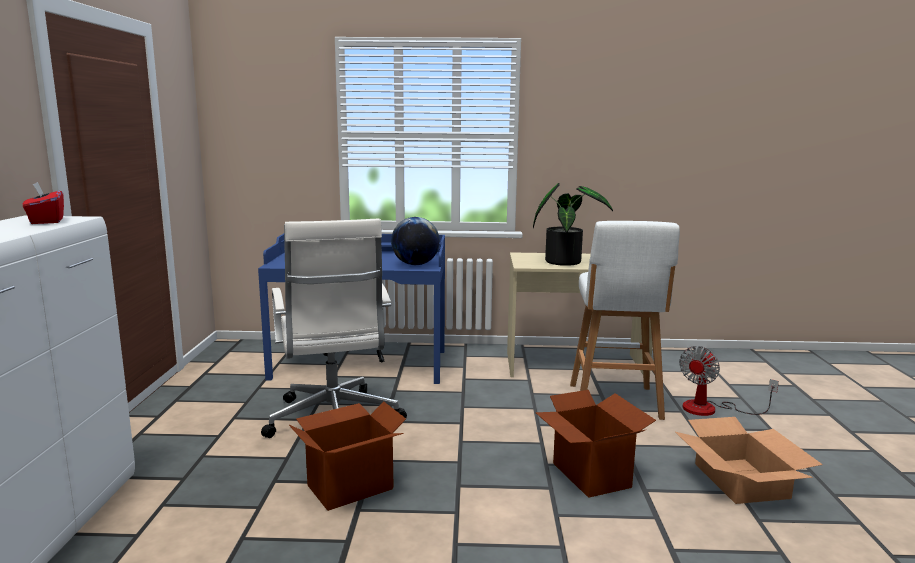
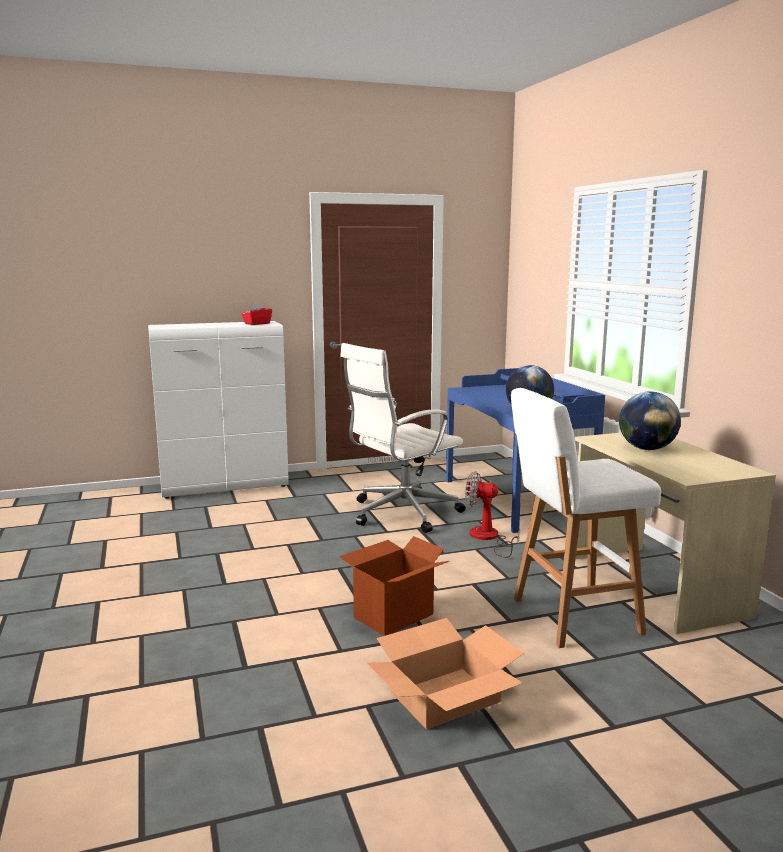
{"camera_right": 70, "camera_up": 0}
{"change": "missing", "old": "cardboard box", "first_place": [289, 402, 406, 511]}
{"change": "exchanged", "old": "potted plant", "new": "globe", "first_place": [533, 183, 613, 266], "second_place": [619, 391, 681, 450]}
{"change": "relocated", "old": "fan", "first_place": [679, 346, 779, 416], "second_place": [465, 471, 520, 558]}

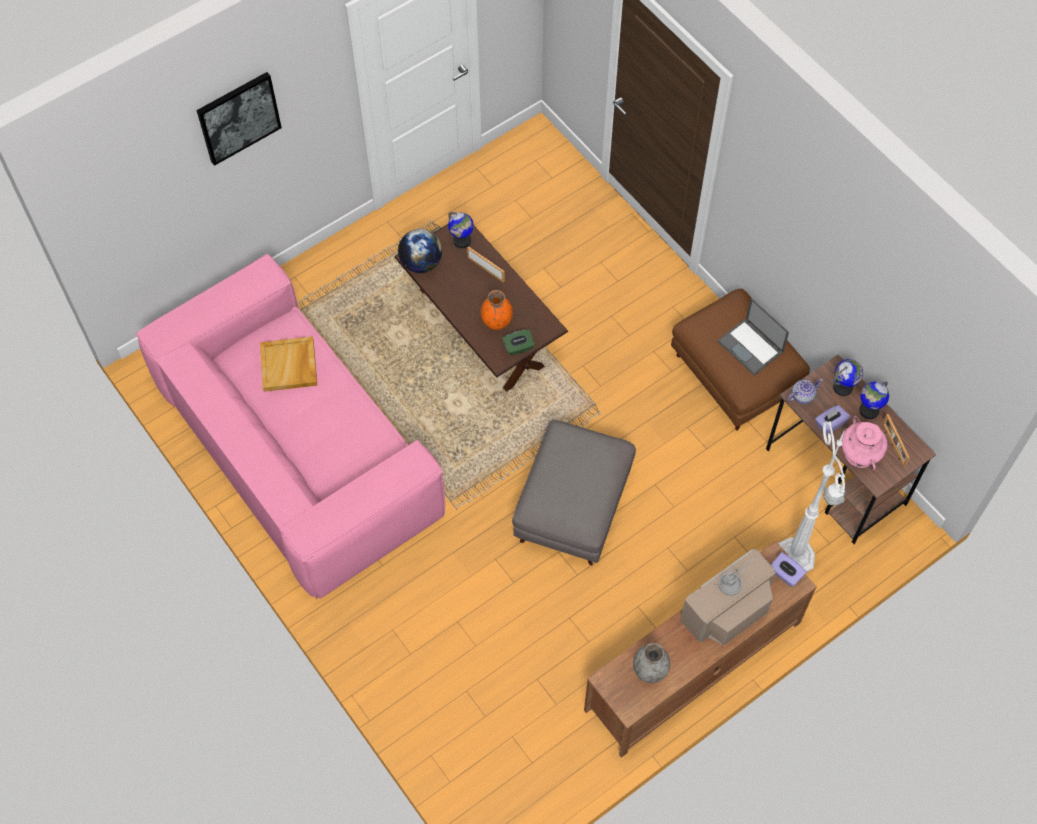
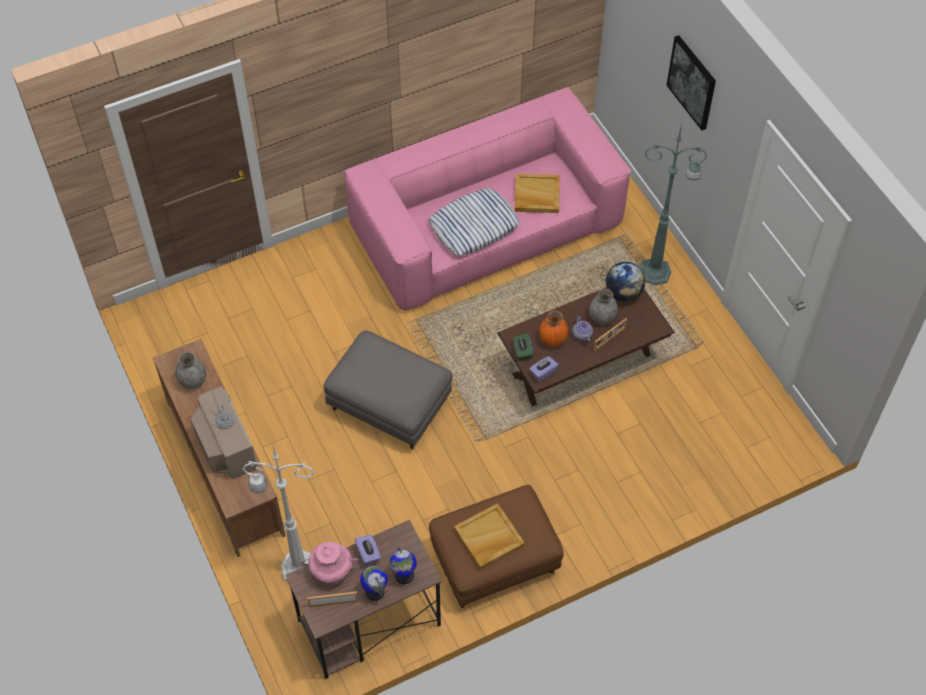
{"camera_right": 100, "camera_up": -5}
{"change": "missing", "old": "globe", "first_place": [448, 212, 474, 248]}
{"change": "exchanged", "old": "laptop", "new": "beige tray", "first_place": [717, 298, 789, 376], "second_place": [454, 503, 525, 570]}
{"change": "relocated", "old": "purple tissue box", "first_place": [771, 552, 806, 587], "second_place": [529, 356, 559, 382]}
{"change": "relocated", "old": "teapot", "first_place": [787, 379, 823, 404], "second_place": [573, 316, 593, 343]}
{"change": "appeared", "new": "pillow", "second_place": [429, 188, 519, 256]}
{"change": "appeared", "new": "grey vase", "second_place": [589, 289, 618, 325]}
{"change": "appeared", "new": "green floor lamp", "second_place": [640, 124, 707, 285]}

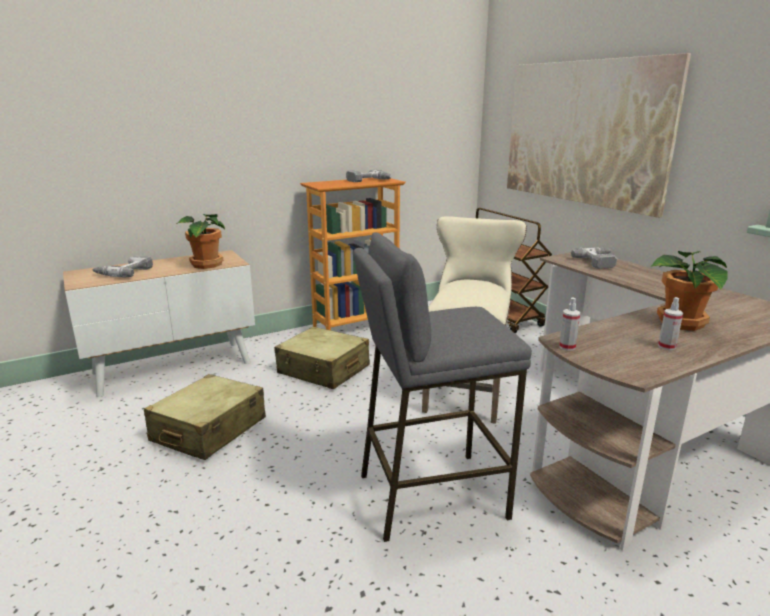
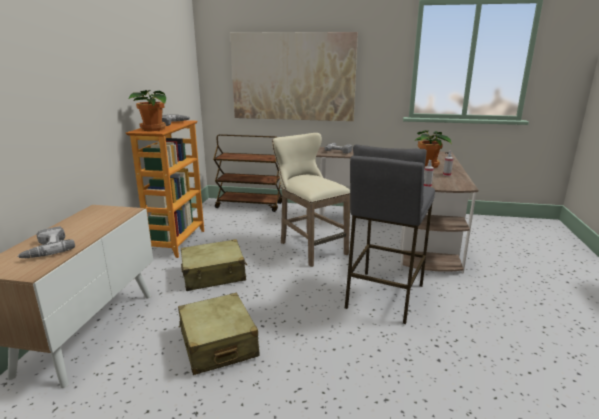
{"camera_right": -50, "camera_up": 0}
{"change": "relocated", "old": "potted plant", "first_place": [178, 214, 225, 269], "second_place": [129, 90, 166, 131]}

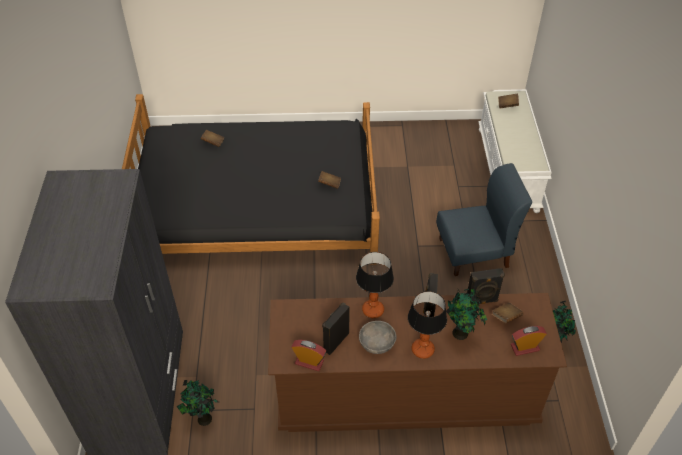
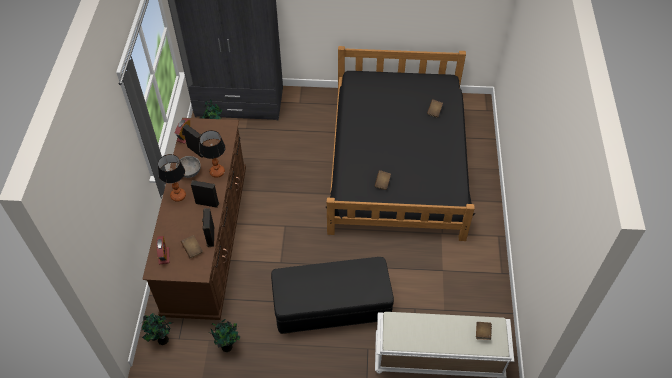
{"camera_right": 95, "camera_up": 5}
{"change": "exchanged", "old": "blue chair", "new": "black ottoman", "first_place": [436, 163, 532, 276], "second_place": [271, 257, 394, 334]}
{"change": "relocated", "old": "potted plant", "first_place": [446, 288, 487, 340], "second_place": [142, 313, 173, 345]}

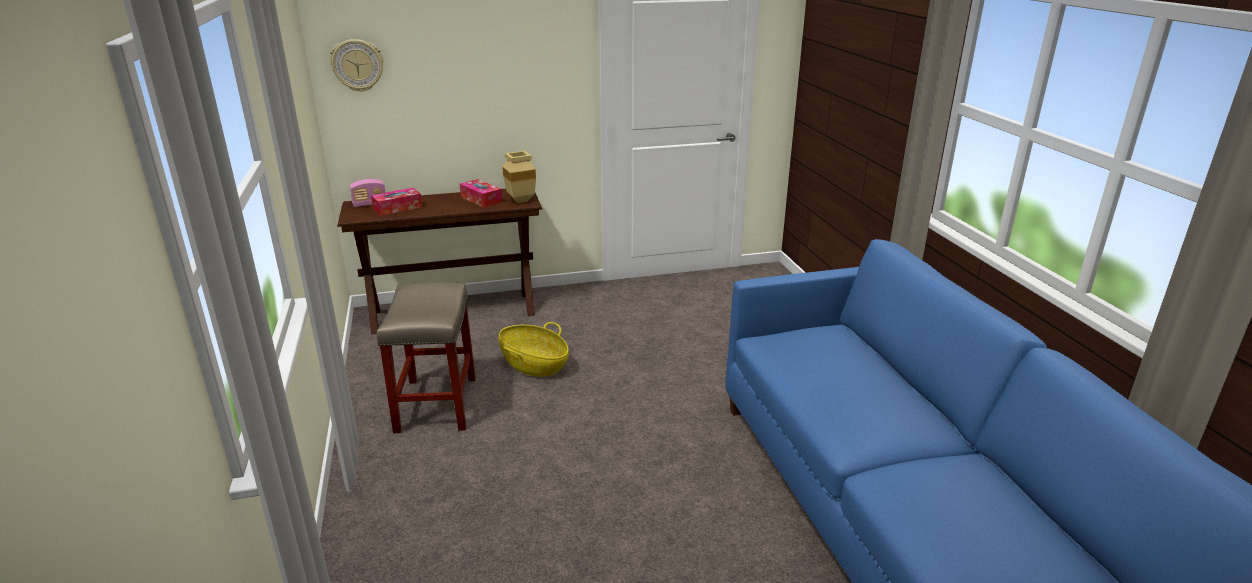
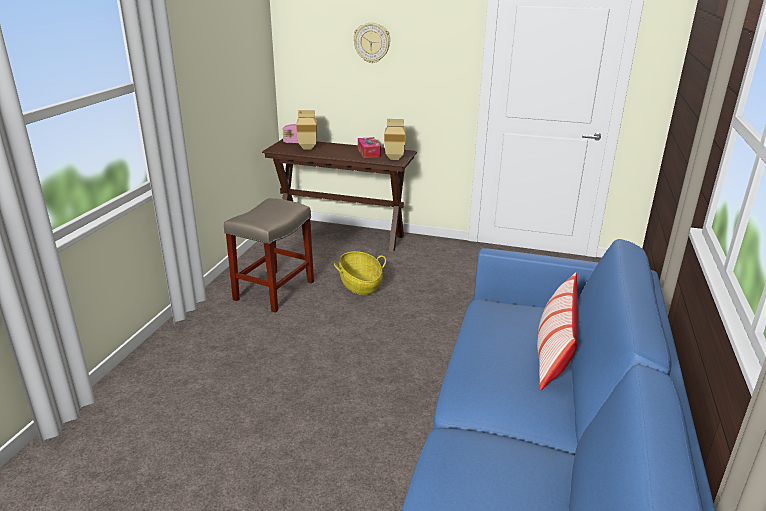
{"camera_right": 30, "camera_up": 0}
{"change": "relocated", "old": "wall clock", "first_place": [330, 39, 383, 92], "second_place": [353, 23, 390, 63]}
{"change": "exchanged", "old": "tissue box", "new": "beige vase", "first_place": [371, 188, 422, 216], "second_place": [296, 110, 317, 150]}
{"change": "appeared", "new": "pillow", "second_place": [537, 272, 578, 391]}

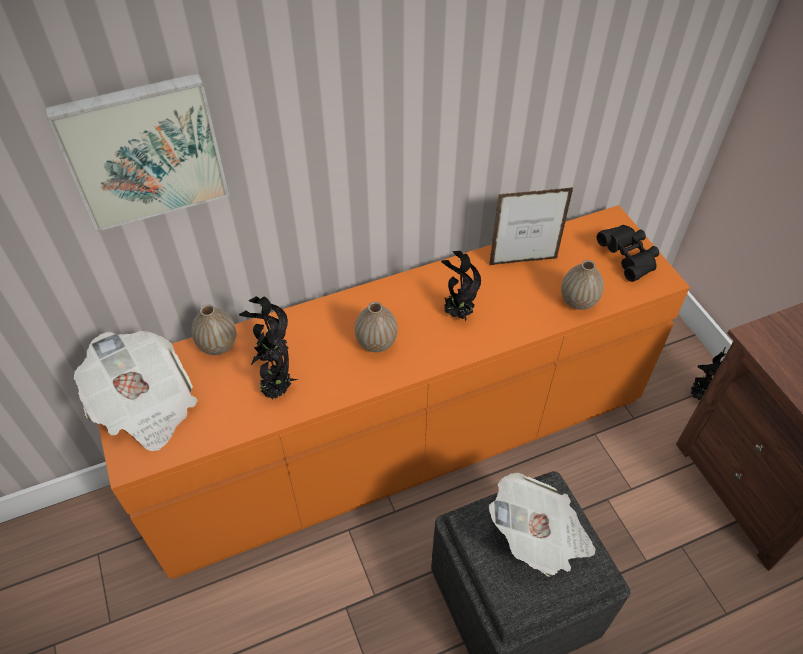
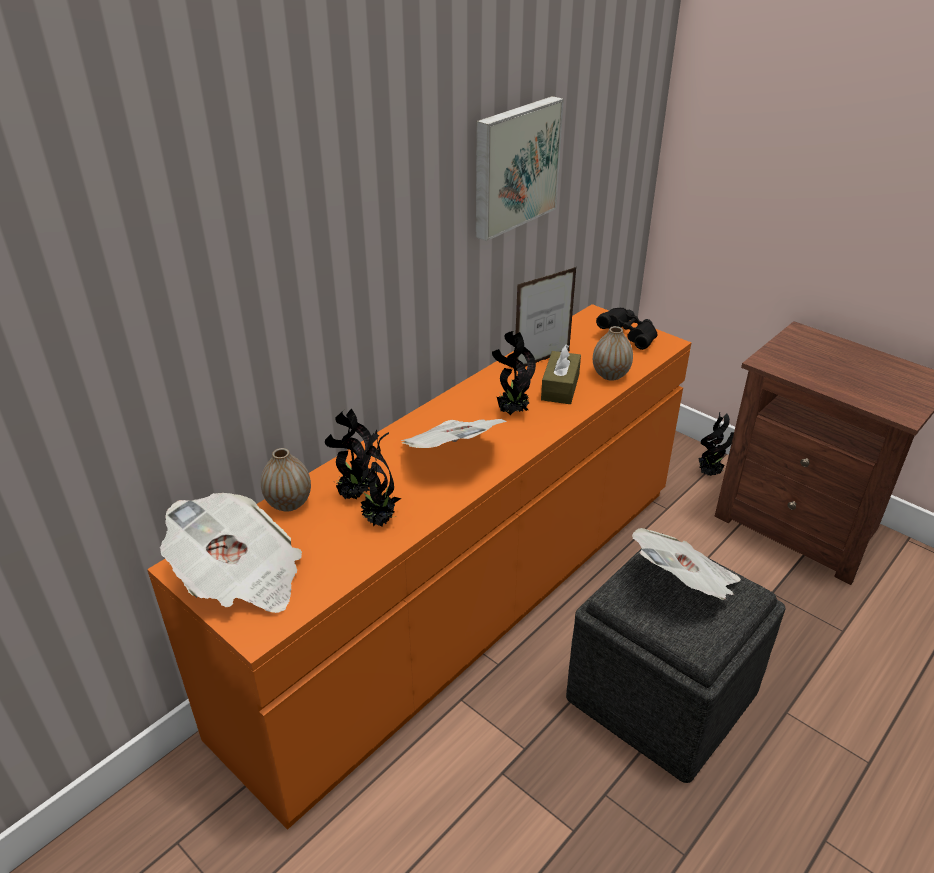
{"camera_right": -25, "camera_up": -15}
{"change": "relocated", "old": "picture", "first_place": [45, 73, 229, 232], "second_place": [476, 96, 564, 241]}
{"change": "exchanged", "old": "vase", "new": "newspaper", "first_place": [355, 302, 398, 352], "second_place": [401, 419, 507, 448]}
{"change": "appeared", "new": "brown tissue box", "second_place": [541, 344, 581, 404]}

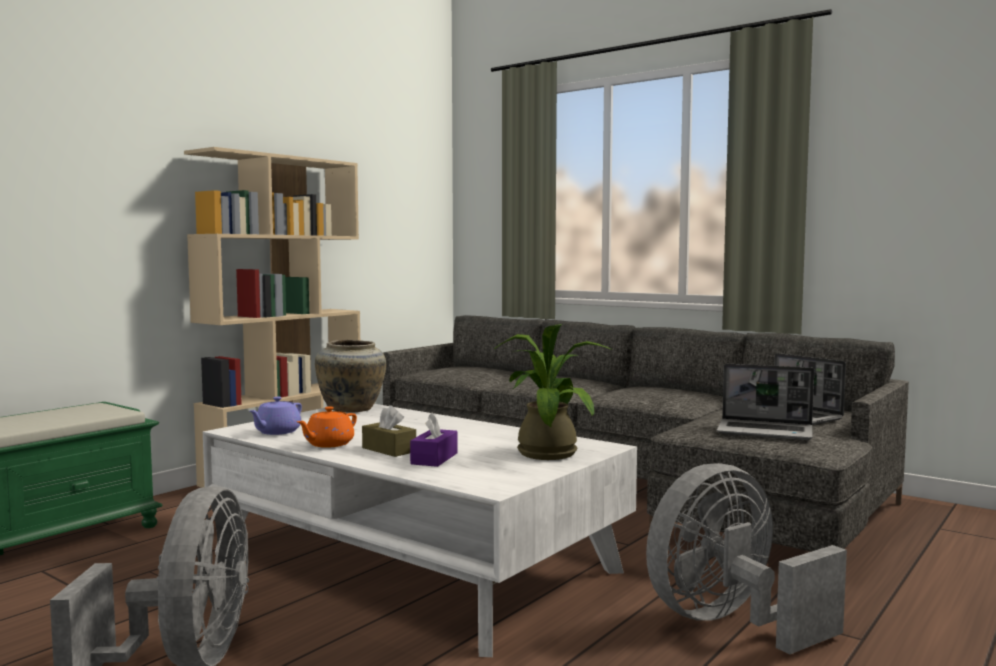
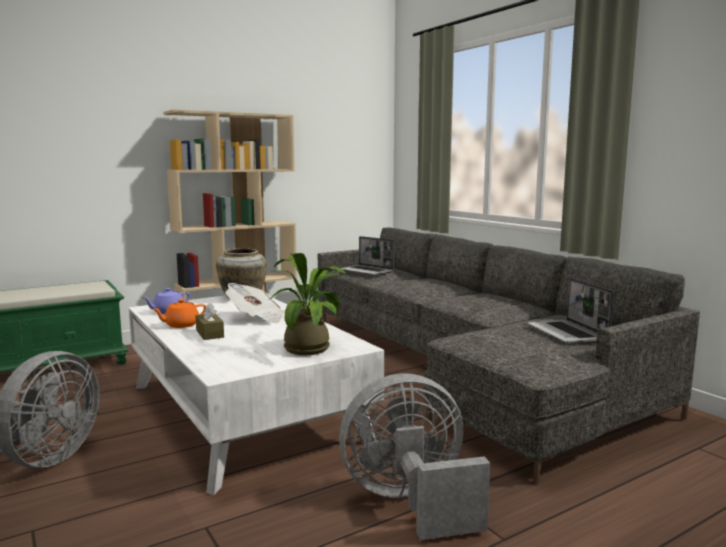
{"camera_right": 20, "camera_up": 5}
{"change": "missing", "old": "purple tissue box", "first_place": [410, 413, 457, 467]}
{"change": "relocated", "old": "laptop", "first_place": [717, 364, 814, 440], "second_place": [341, 236, 394, 276]}
{"change": "appeared", "new": "newspaper", "second_place": [225, 283, 285, 324]}

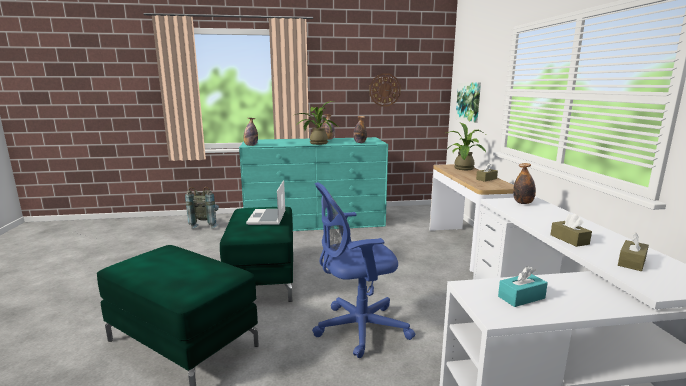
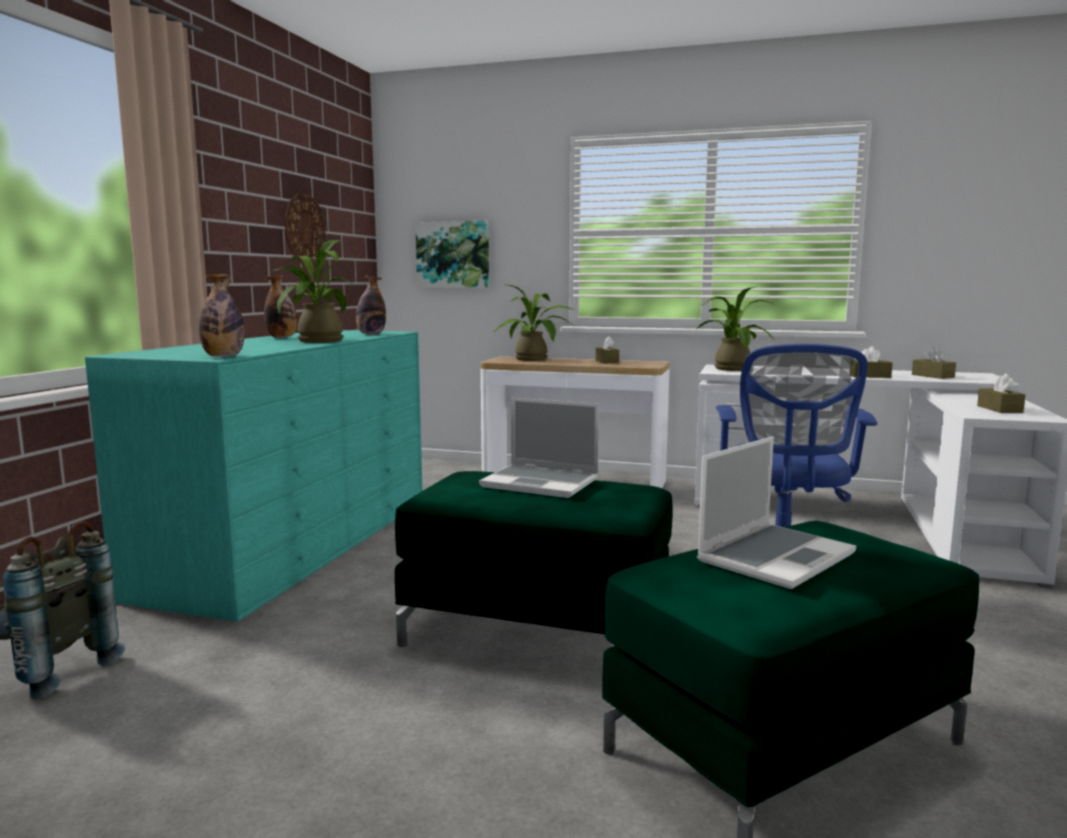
{"camera_right": -65, "camera_up": -5}
{"change": "colour", "old": "turquoise tissue box", "new": "brown tissue box", "first_place": [498, 266, 548, 307], "second_place": [977, 373, 1025, 413]}
{"change": "exchanged", "old": "bottle", "new": "potted plant", "first_place": [513, 163, 536, 204], "second_place": [696, 287, 775, 371]}
{"change": "appeared", "new": "laptop", "second_place": [697, 436, 856, 589]}

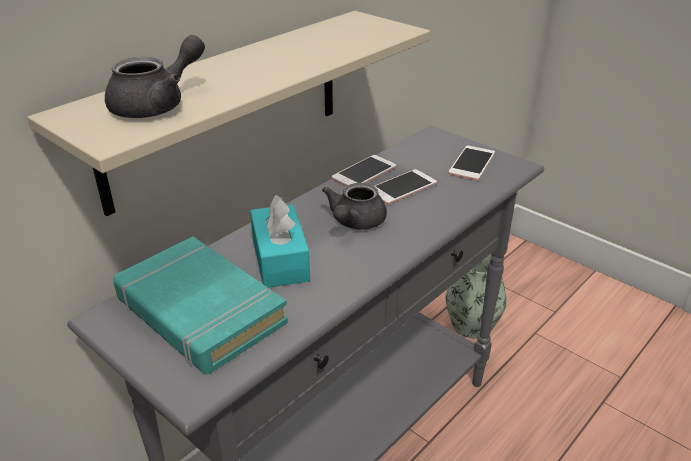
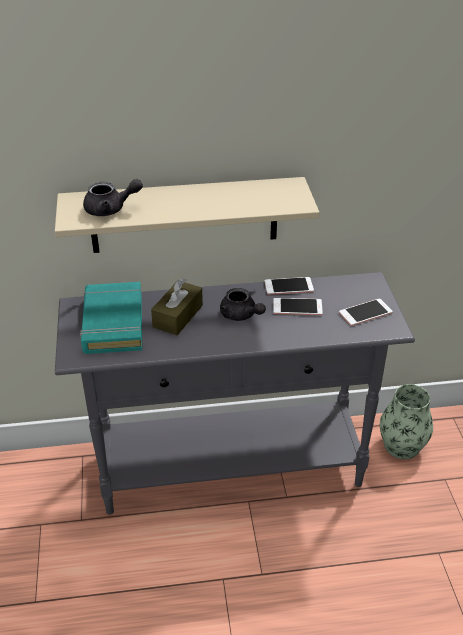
{"camera_right": 40, "camera_up": 5}
{"change": "colour", "old": "turquoise tissue box", "new": "brown tissue box", "first_place": [250, 195, 310, 288], "second_place": [151, 278, 203, 335]}
{"change": "spun", "old": "grey teapot", "first_place": [322, 183, 387, 230], "second_place": [220, 288, 266, 321], "degrees": -105}

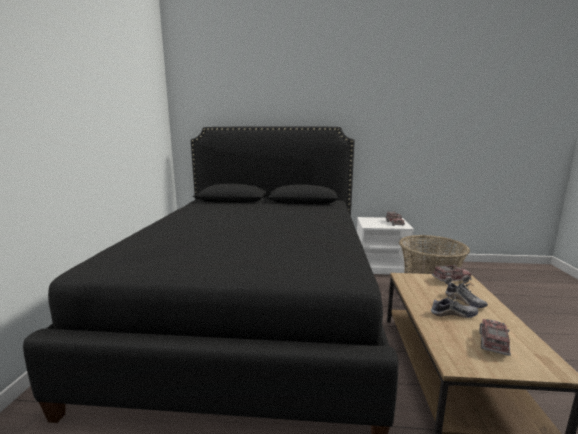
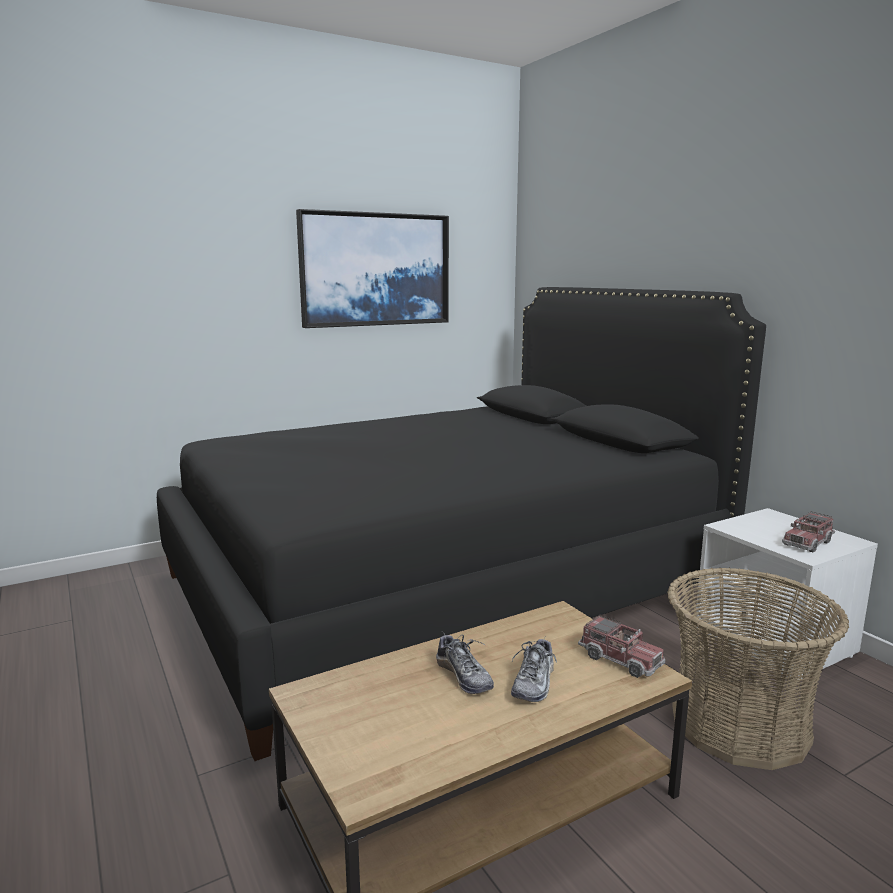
{"camera_right": 55, "camera_up": 0}
{"change": "missing", "old": "toy truck", "first_place": [479, 319, 511, 356]}
{"change": "appeared", "new": "picture", "second_place": [296, 209, 449, 328]}

